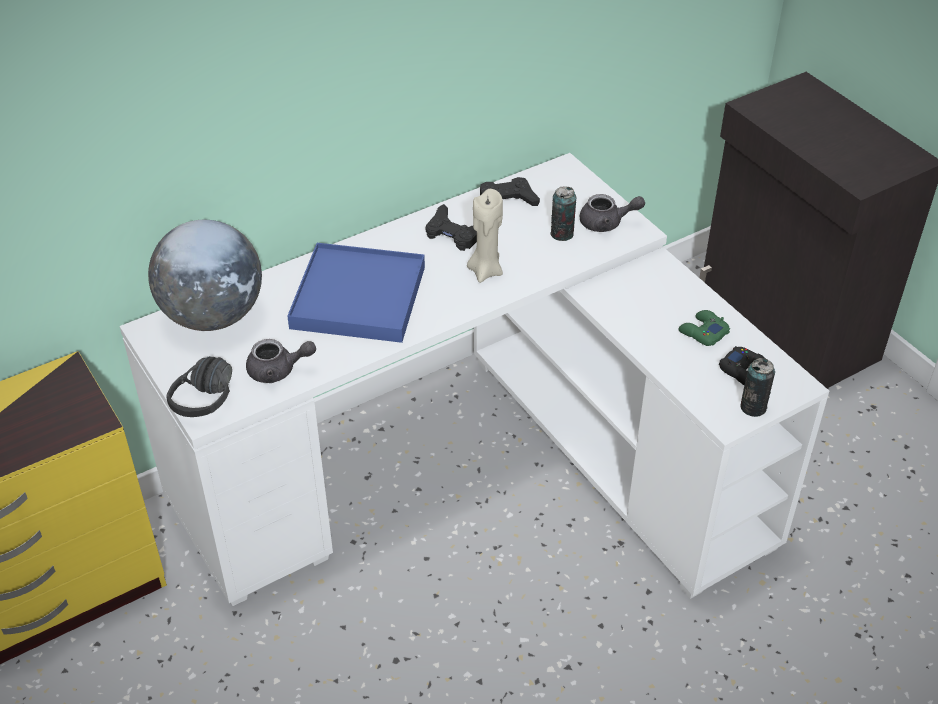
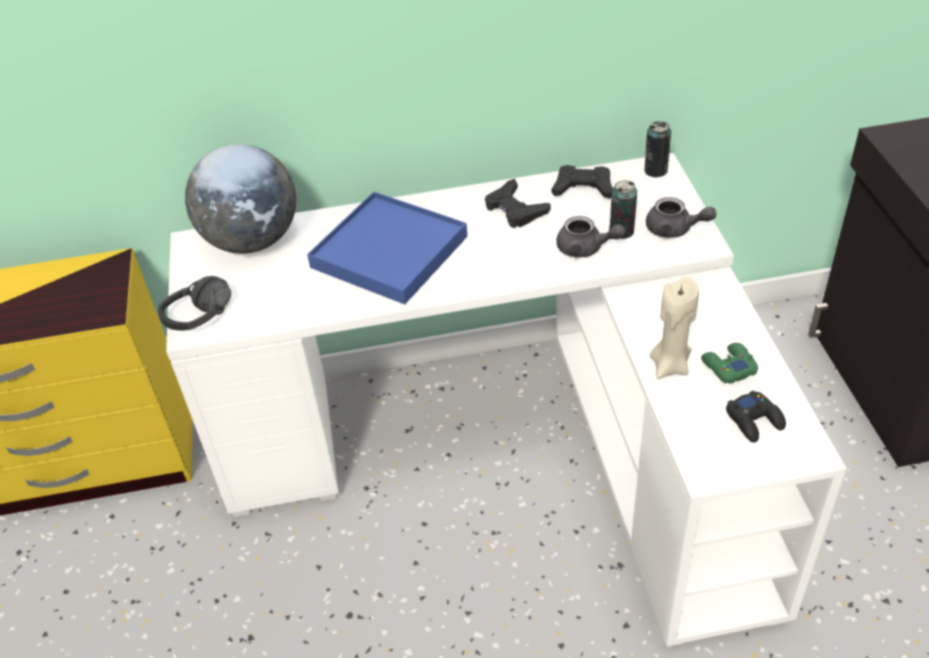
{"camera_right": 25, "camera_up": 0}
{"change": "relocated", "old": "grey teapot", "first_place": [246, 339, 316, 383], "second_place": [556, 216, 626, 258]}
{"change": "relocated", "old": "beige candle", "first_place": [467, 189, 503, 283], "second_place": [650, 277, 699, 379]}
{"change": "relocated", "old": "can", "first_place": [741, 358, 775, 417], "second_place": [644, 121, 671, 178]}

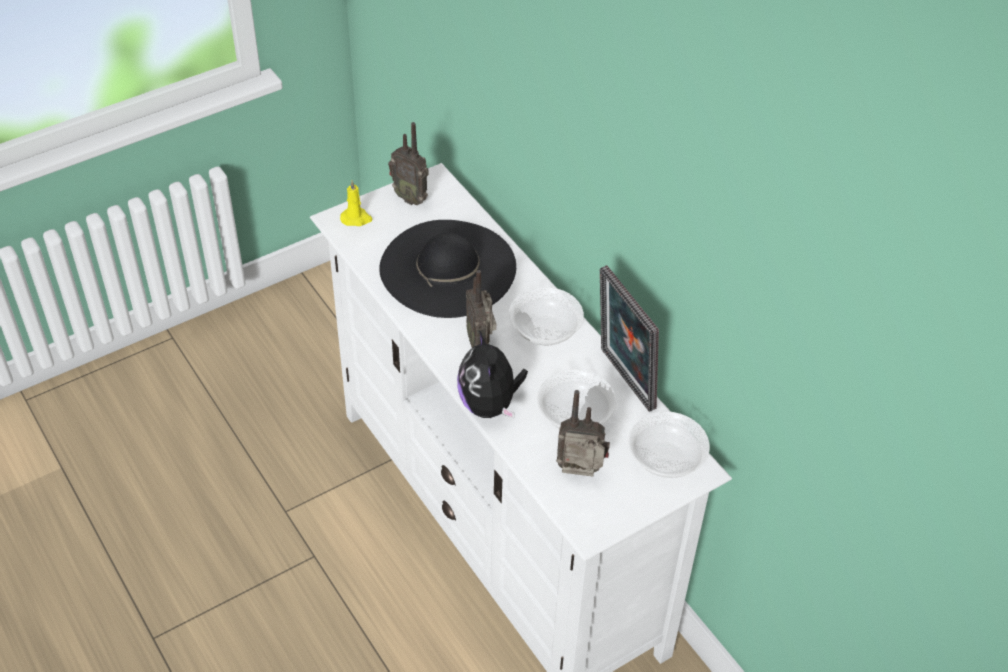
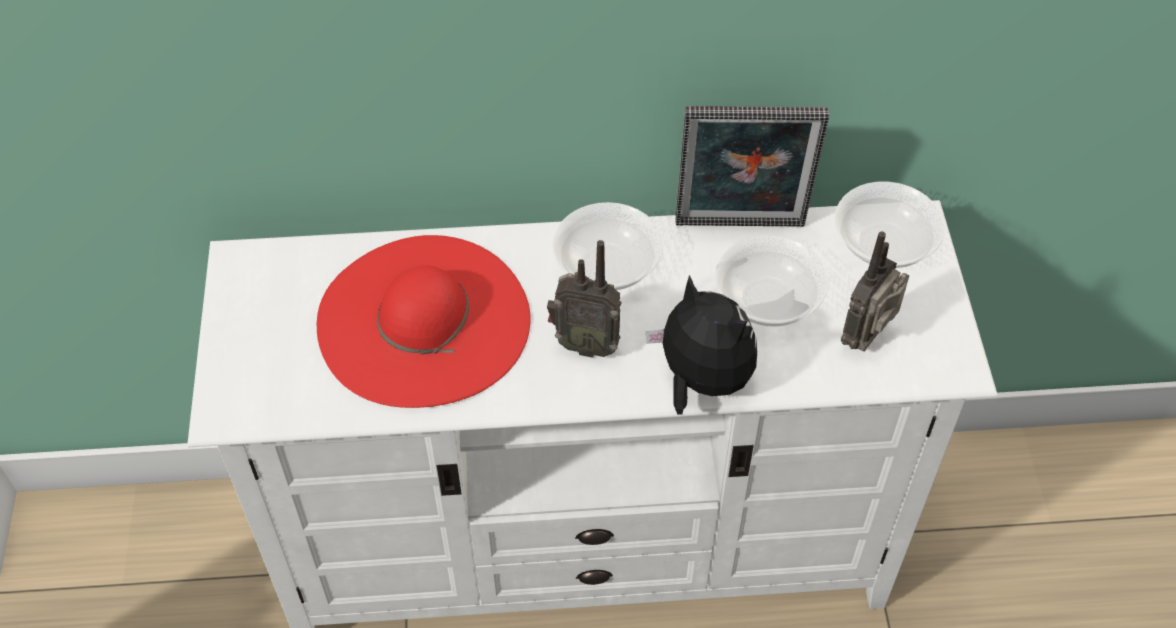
{"camera_right": -60, "camera_up": 5}
{"change": "missing", "old": "yellow candle", "first_place": [340, 180, 373, 226]}
{"change": "colour", "old": "black hat", "new": "red hat", "first_place": [379, 220, 516, 318], "second_place": [317, 235, 530, 408]}
{"change": "missing", "old": "radio", "first_place": [388, 122, 429, 205]}
{"change": "spun", "old": "plush toy", "first_place": [457, 330, 528, 419], "second_place": [645, 275, 757, 415], "degrees": -150}

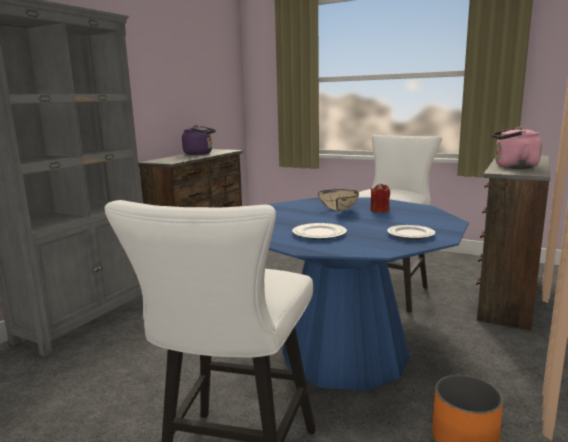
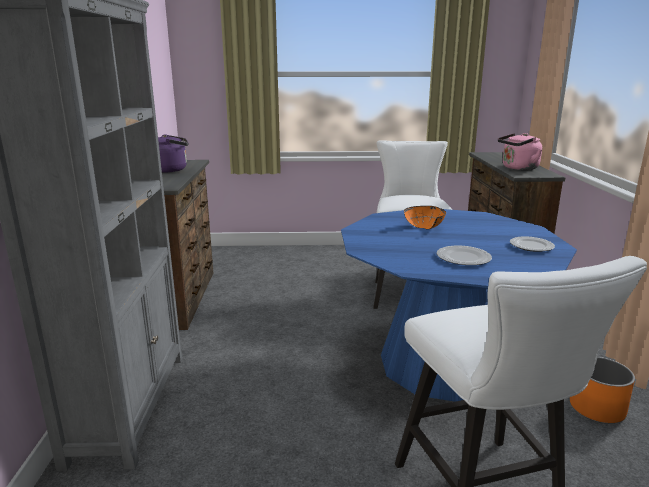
{"camera_right": -30, "camera_up": 5}
{"change": "colour", "old": "beige bowl", "new": "orange bowl", "first_place": [318, 189, 359, 211], "second_place": [404, 206, 446, 229]}
{"change": "missing", "old": "red candle", "first_place": [371, 183, 390, 213]}

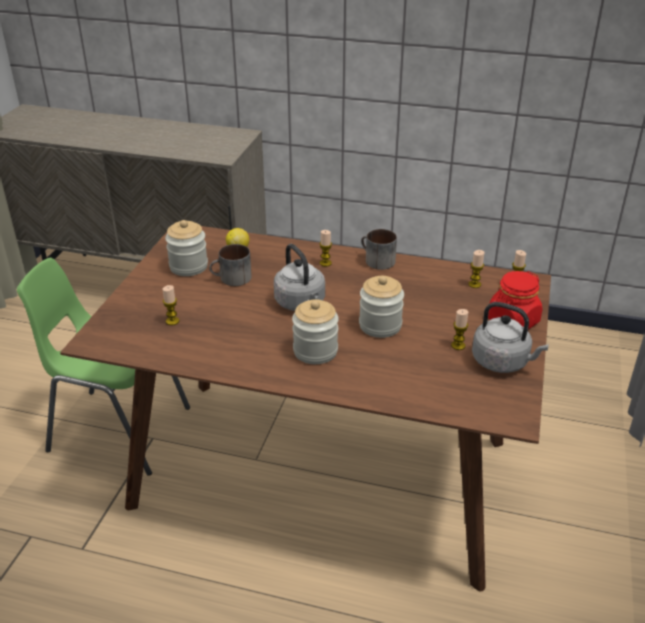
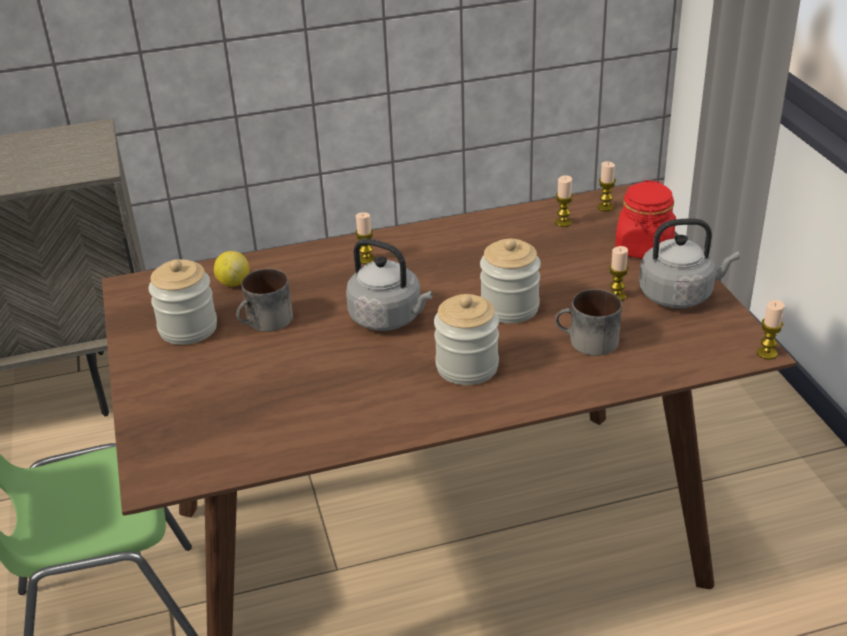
{"camera_right": -30, "camera_up": 0}
{"change": "relocated", "old": "candle", "first_place": [162, 285, 179, 325], "second_place": [757, 300, 784, 360]}
{"change": "relocated", "old": "mug", "first_place": [361, 229, 397, 270], "second_place": [555, 289, 622, 356]}

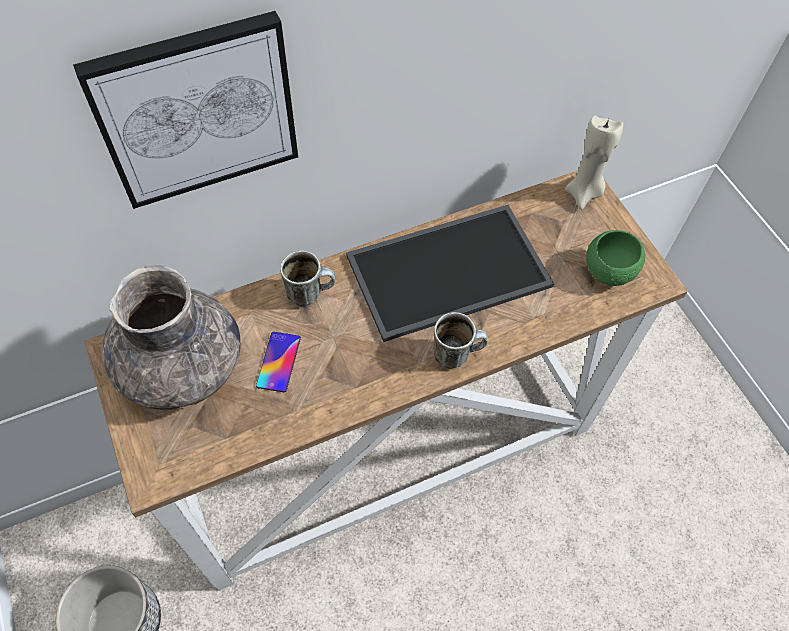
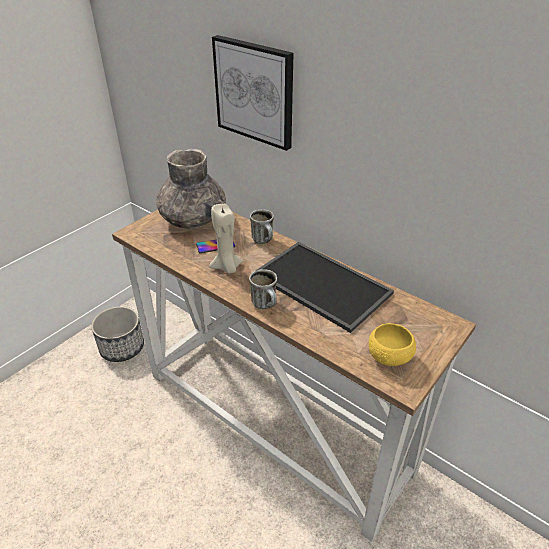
{"camera_right": 65, "camera_up": -20}
{"change": "relocated", "old": "beige candle", "first_place": [565, 115, 623, 210], "second_place": [209, 204, 243, 274]}
{"change": "colour", "old": "green bowl", "new": "yellow bowl", "first_place": [586, 230, 645, 286], "second_place": [369, 323, 416, 366]}

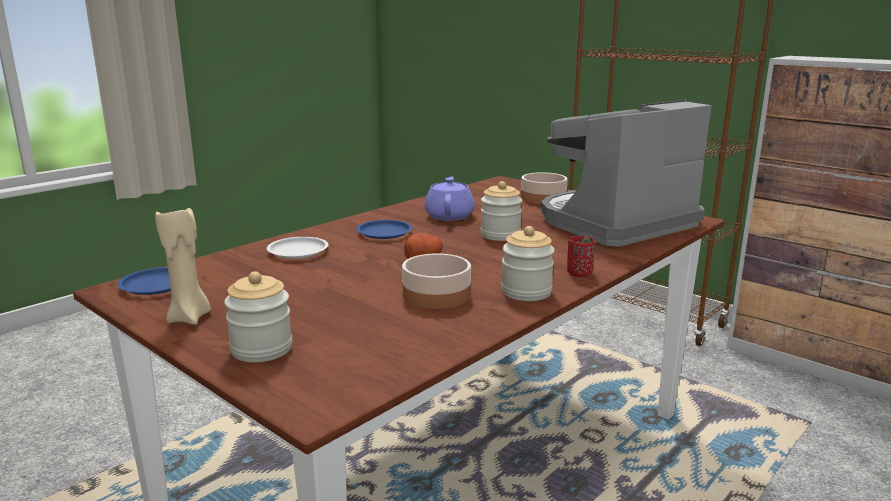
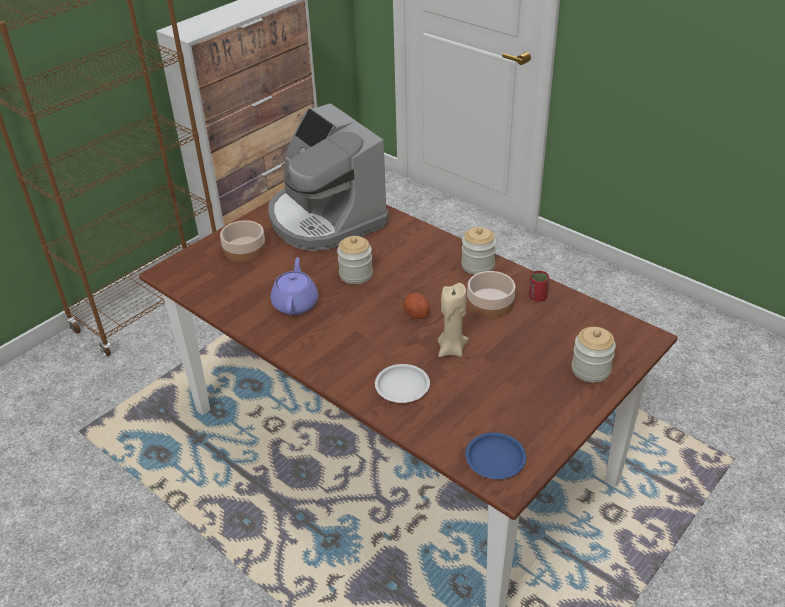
{"camera_right": -90, "camera_up": 20}
{"change": "relocated", "old": "beige candle", "first_place": [155, 204, 211, 325], "second_place": [438, 283, 469, 357]}
{"change": "missing", "old": "blue plate", "first_place": [356, 220, 412, 239]}
{"change": "spun", "old": "purple teapot", "first_place": [425, 176, 475, 221], "second_place": [271, 257, 318, 315], "degrees": 90}
{"change": "relocated", "old": "red cup", "first_place": [567, 236, 595, 277], "second_place": [529, 270, 549, 302]}

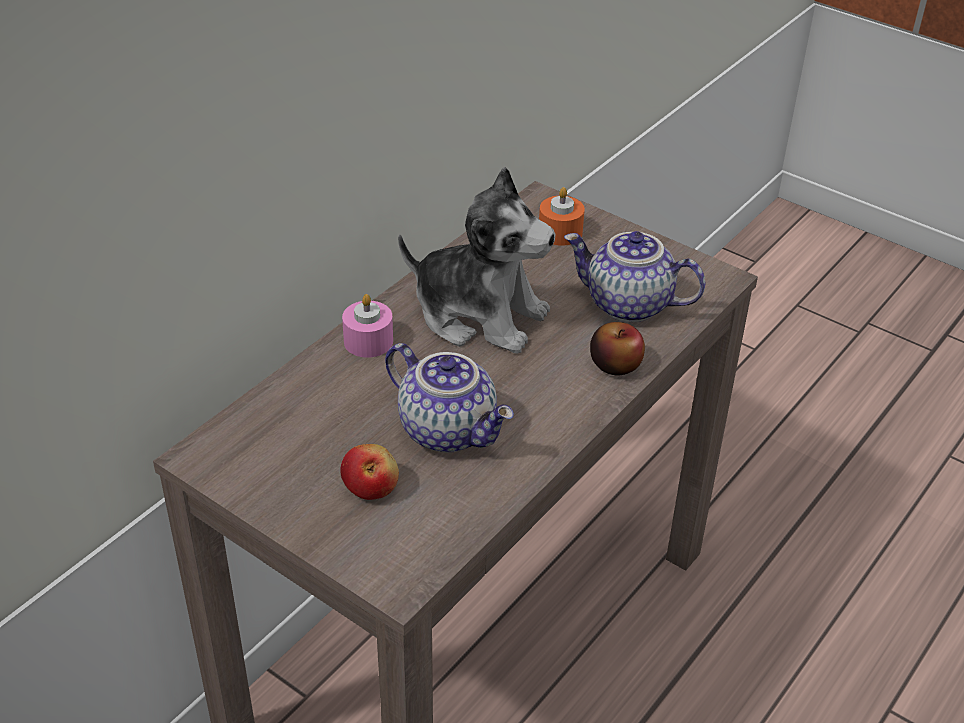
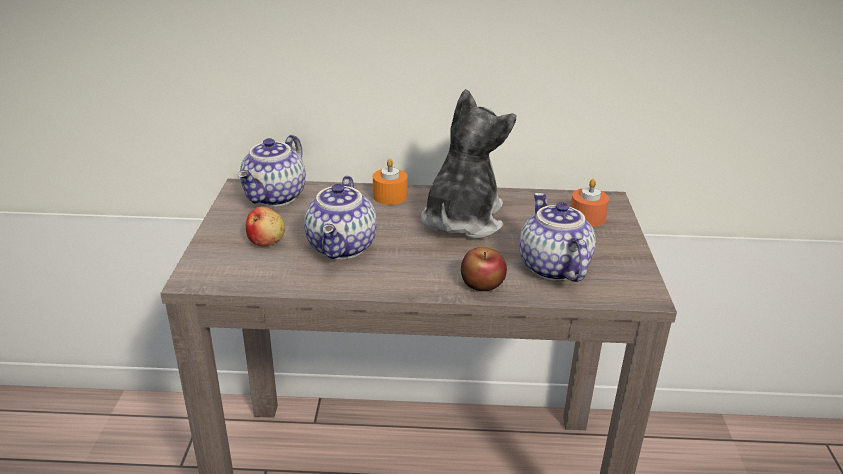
{"camera_right": 55, "camera_up": -10}
{"change": "colour", "old": "pink candle", "new": "orange candle", "first_place": [342, 294, 393, 358], "second_place": [373, 159, 408, 205]}
{"change": "spun", "old": "plush toy", "first_place": [398, 167, 556, 354], "second_place": [421, 89, 516, 239], "degrees": -150}
{"change": "appeared", "new": "teapot", "second_place": [237, 135, 306, 207]}

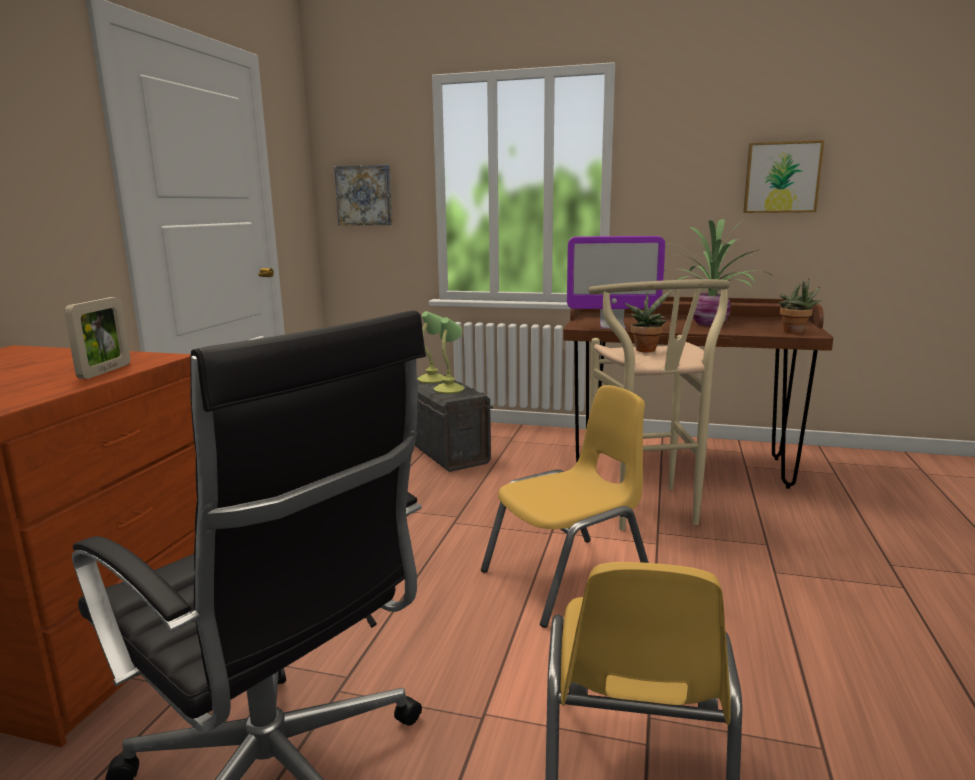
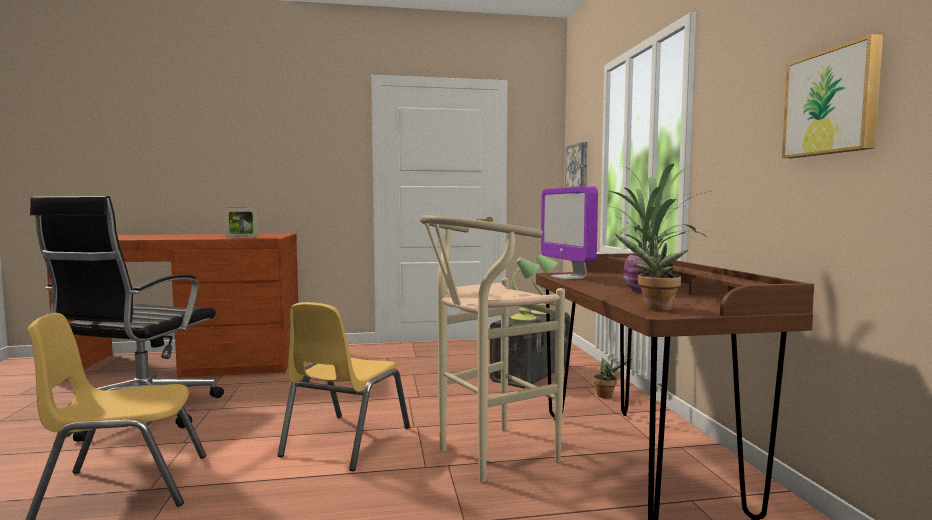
{"camera_right": 65, "camera_up": -10}
{"change": "spun", "old": "yellow chair", "first_place": [481, 385, 649, 628], "second_place": [278, 302, 410, 471], "degrees": 75}
{"change": "relocated", "old": "potted plant", "first_place": [624, 291, 672, 352], "second_place": [593, 355, 633, 399]}

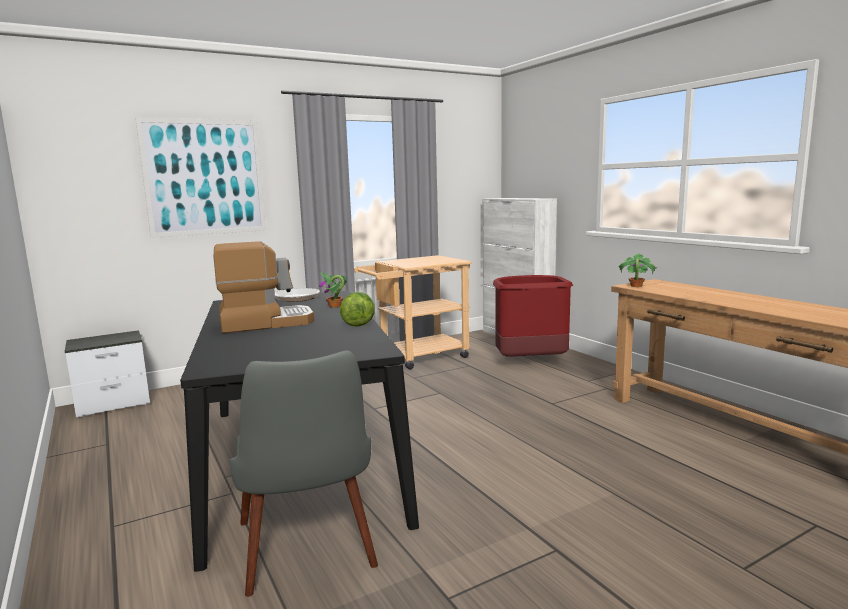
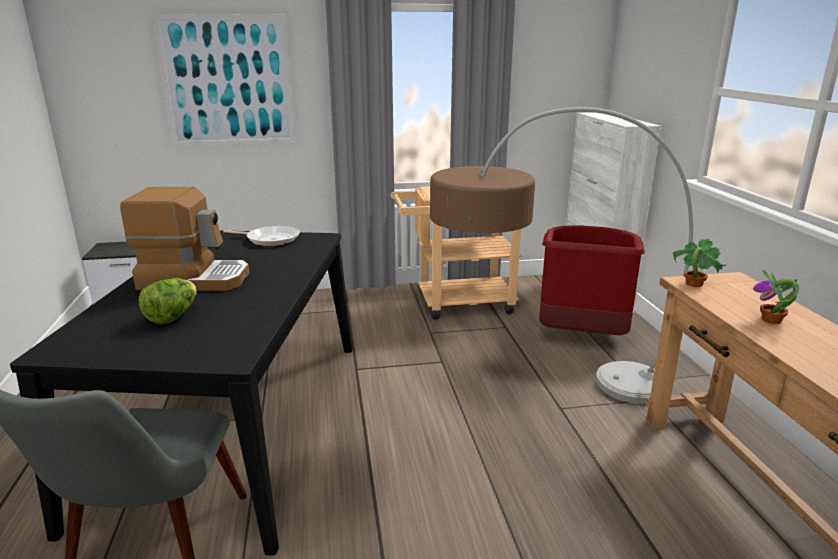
{"camera_right": 20, "camera_up": 10}
{"change": "relocated", "old": "potted plant", "first_place": [319, 272, 347, 308], "second_place": [753, 269, 799, 324]}
{"change": "relocated", "old": "lettuce", "first_place": [340, 292, 375, 327], "second_place": [139, 278, 197, 325]}
{"change": "appeared", "new": "floor lamp", "second_place": [430, 107, 693, 404]}

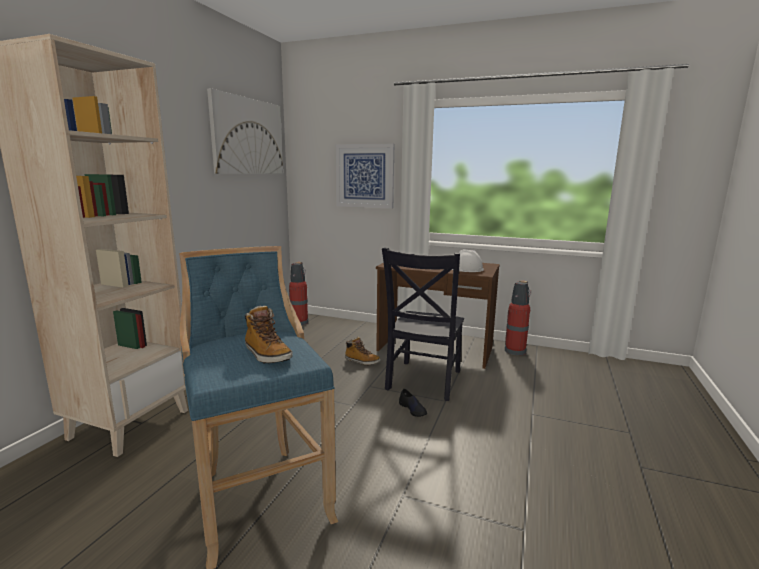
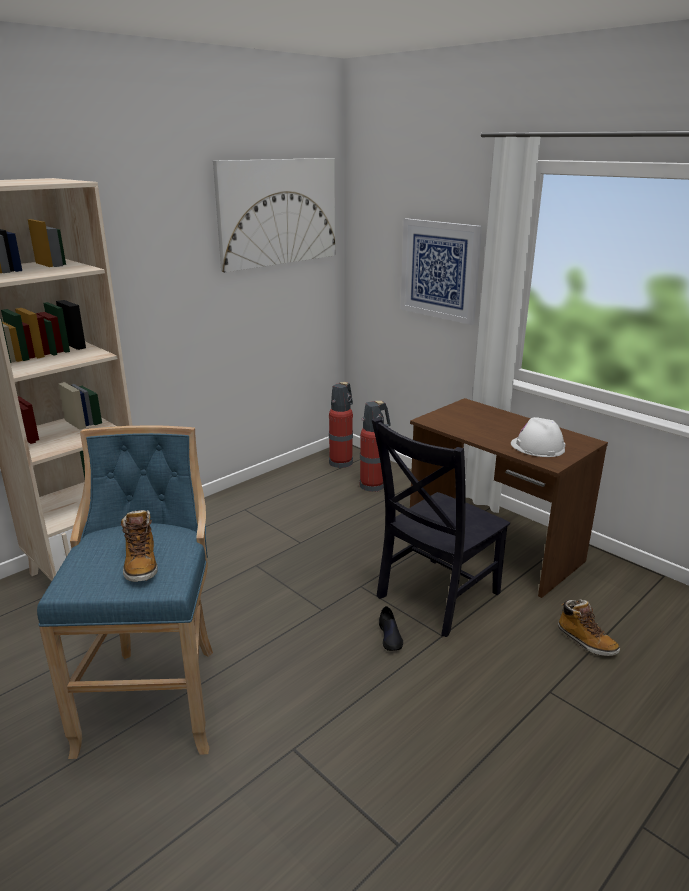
{"camera_right": 25, "camera_up": 10}
{"change": "relocated", "old": "boot", "first_place": [345, 337, 381, 365], "second_place": [558, 599, 620, 656]}
{"change": "relocated", "old": "fire extinguisher", "first_place": [505, 281, 531, 355], "second_place": [360, 401, 391, 492]}

